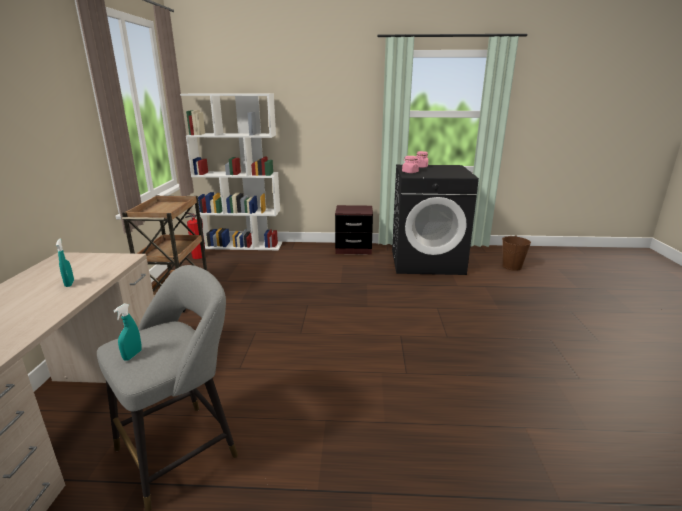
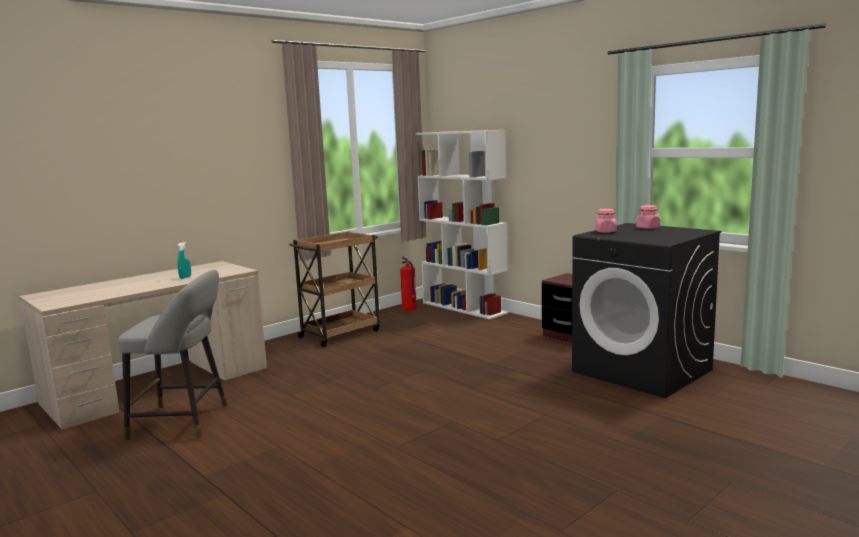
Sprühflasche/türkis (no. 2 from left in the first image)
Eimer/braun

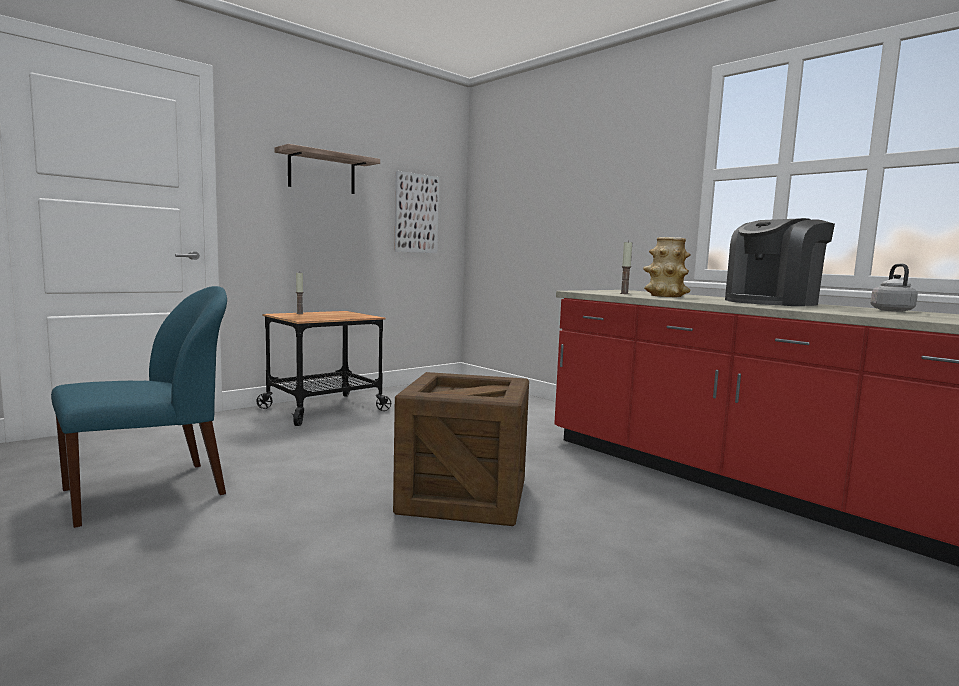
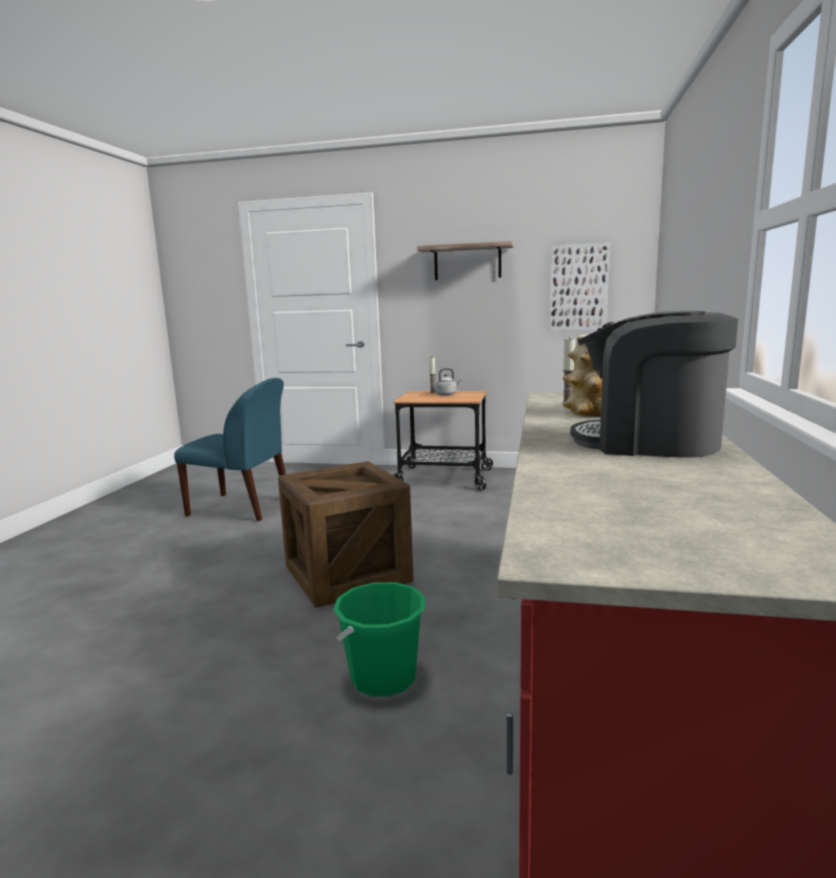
Eimer/grün
Wasserkessel/grau

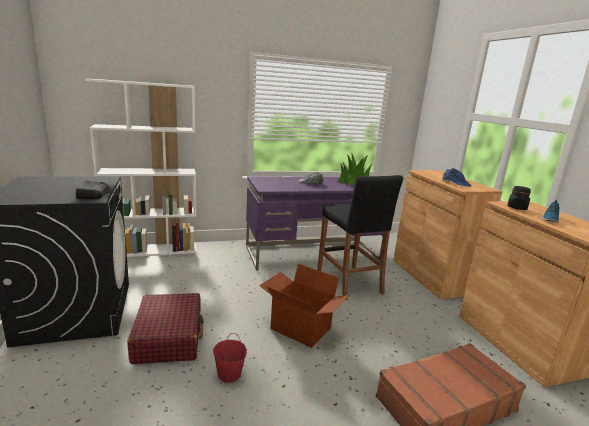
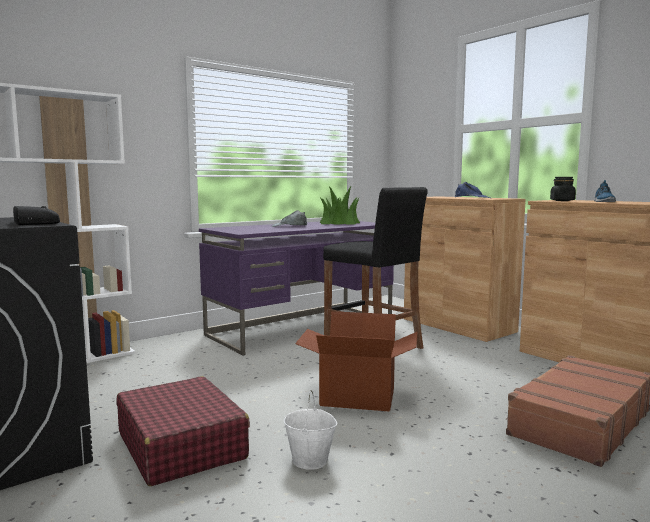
Eimer/weiß

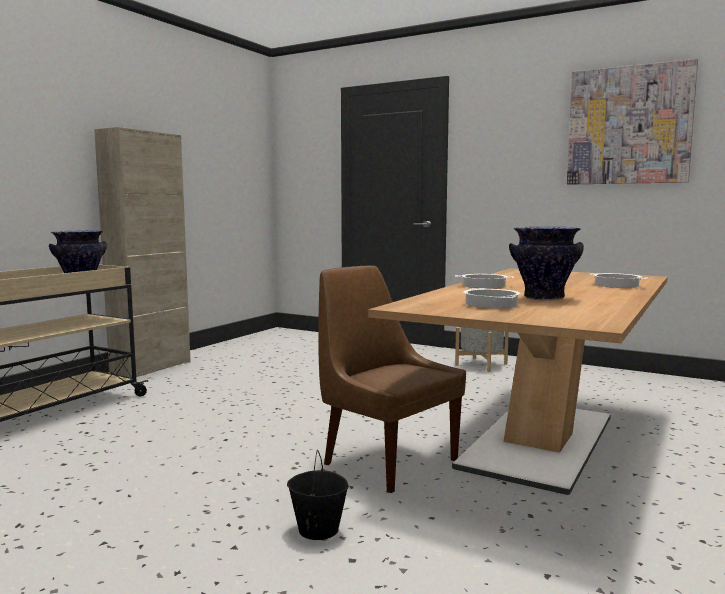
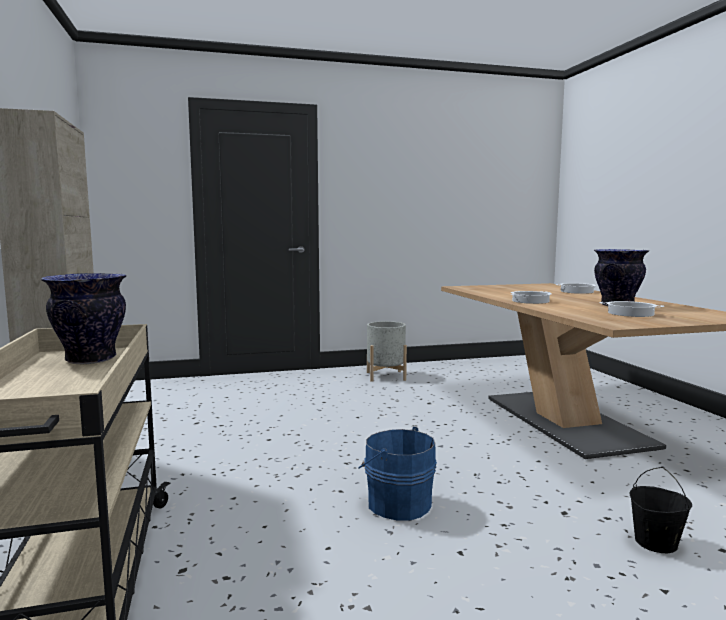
Stuhl/braun
Bild
Eimer/blau

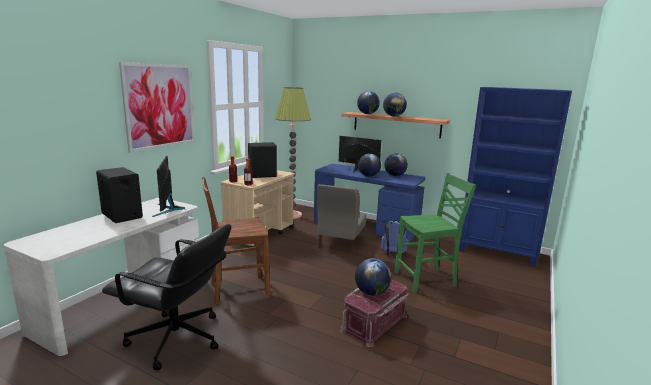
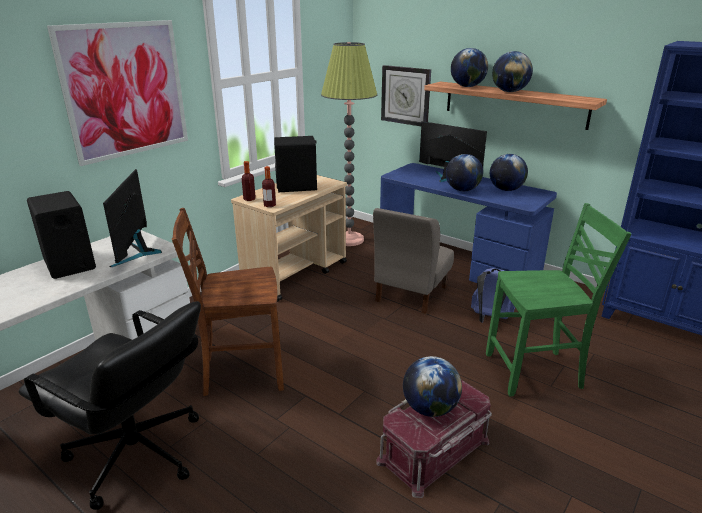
Wanduhr

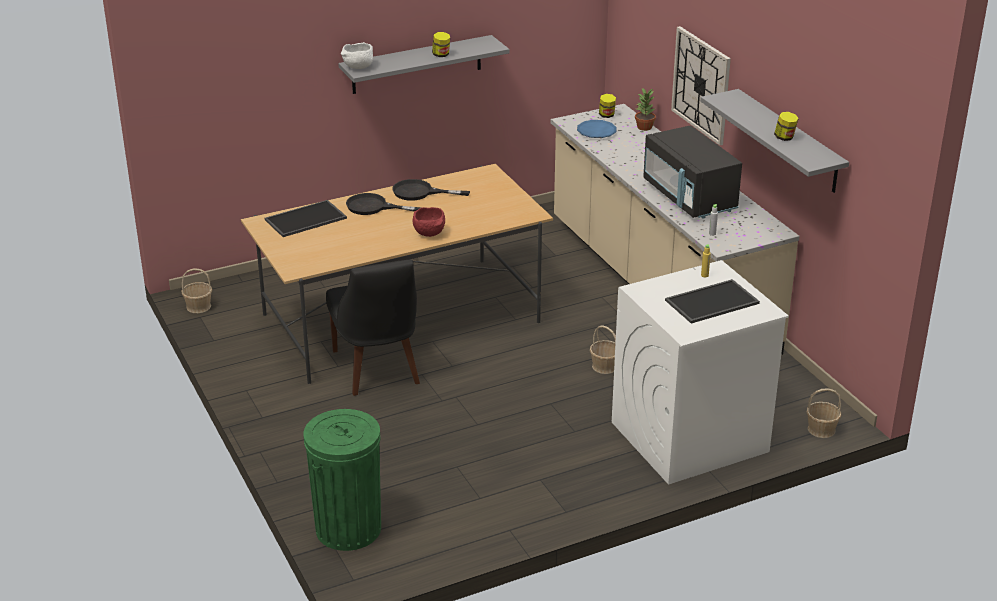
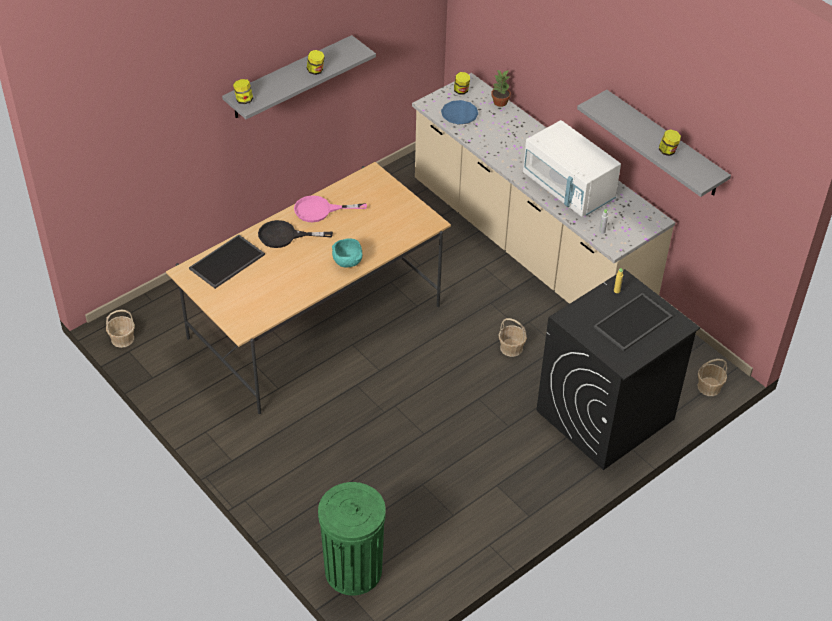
Stuhl/schwarz
Wanduhr
Vorratsglas (no. 1 from left)
Pfanne/rosa
Schüssel/türkis
Waschmaschine/schwarz
Mikrowelle/weiß

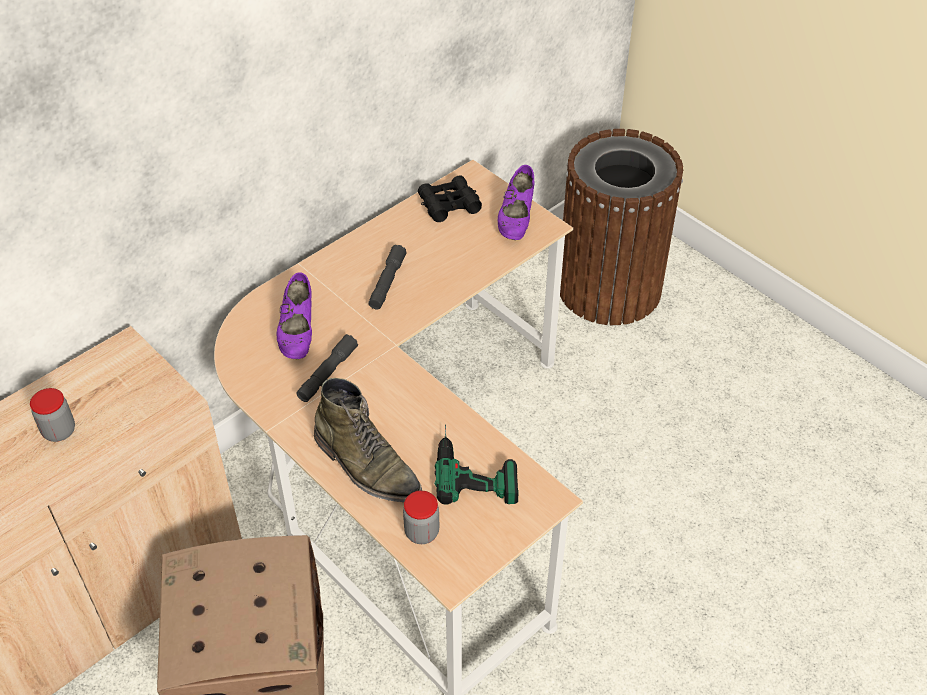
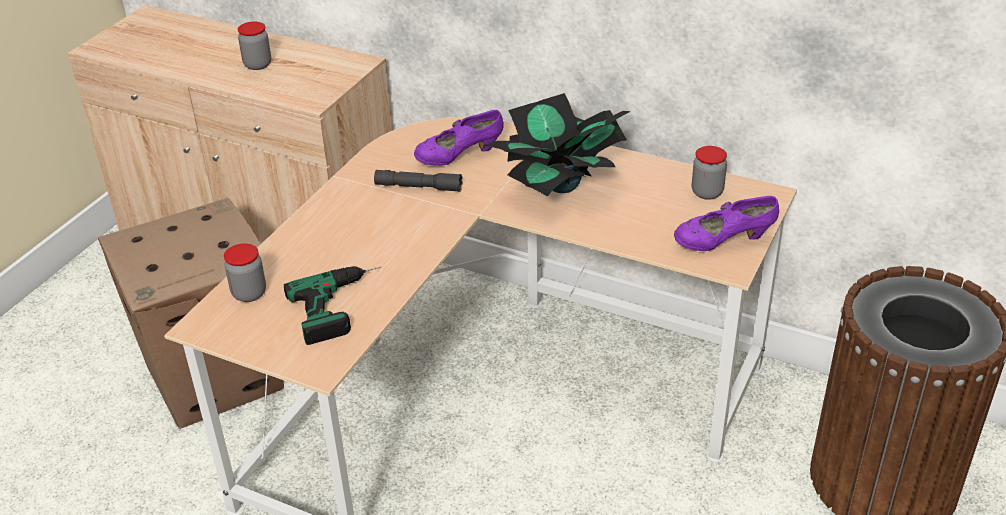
Stiefel/grün
Topfpflanze
Vorratsglas (no. 3 from left)

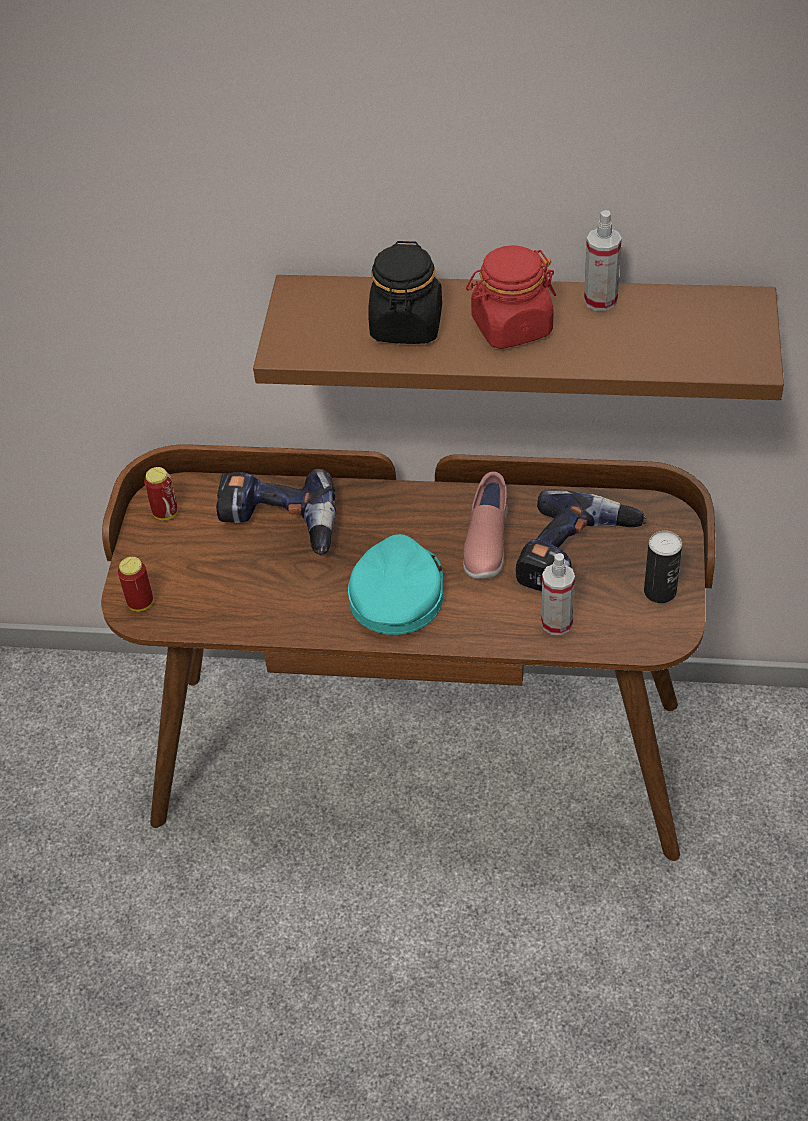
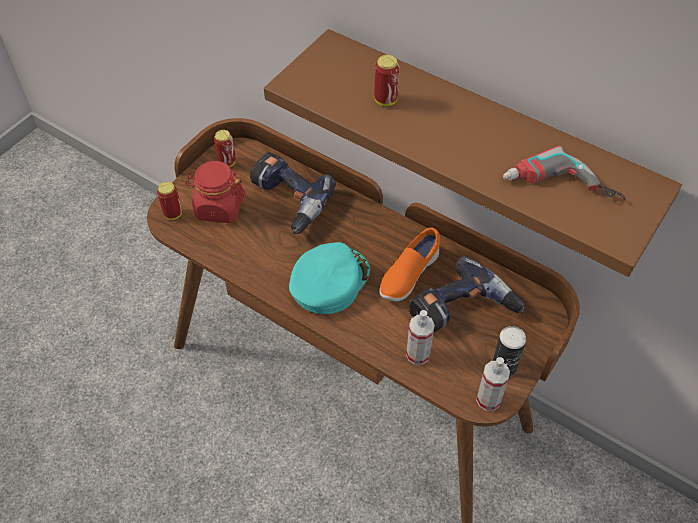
Bohrmaschine (no. 3 from left)
Vorratsglas/rot
Sprühflasche (no. 2 from left)
Dose (no. 3 from left)
Schuh/orange

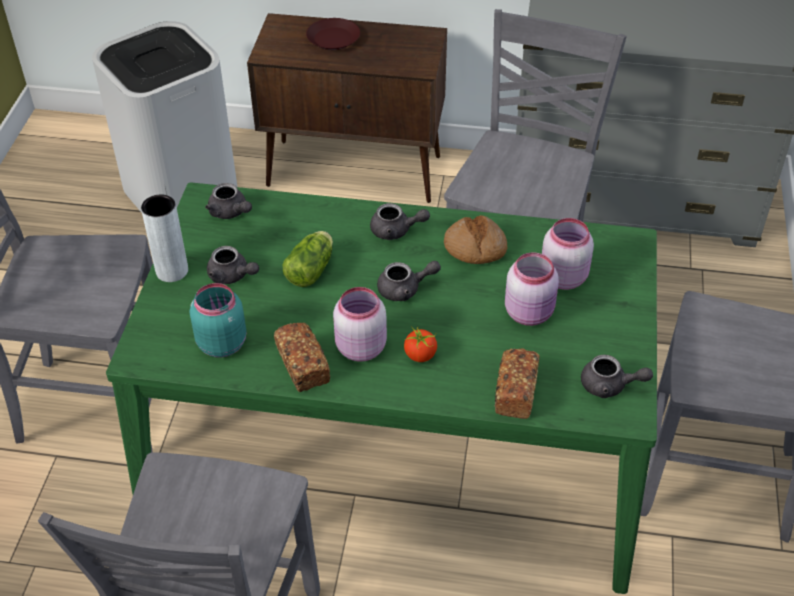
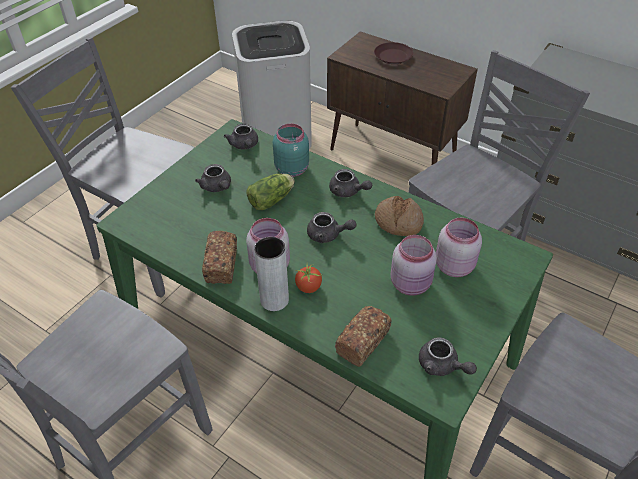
Vase/grau
Vorratsglas/türkis

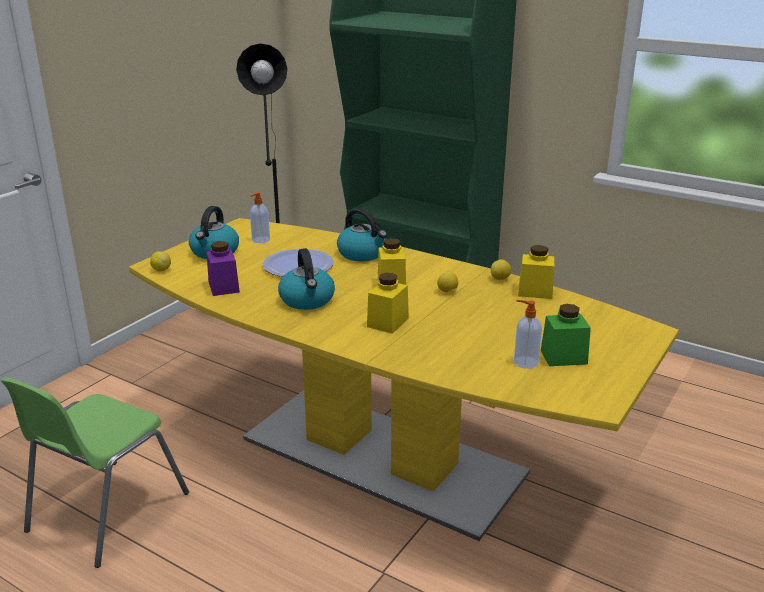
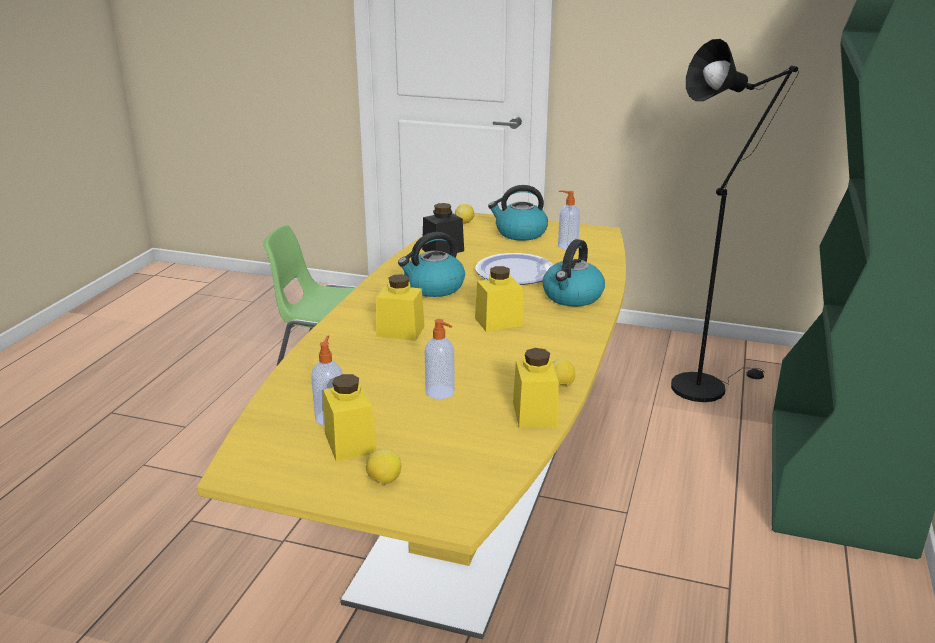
Seifenspender (no. 2 from left)
Zitrone (no. 1 from left)
Vorratsglas/schwarz
Vorratsglas/gelb (no. 1 from left)

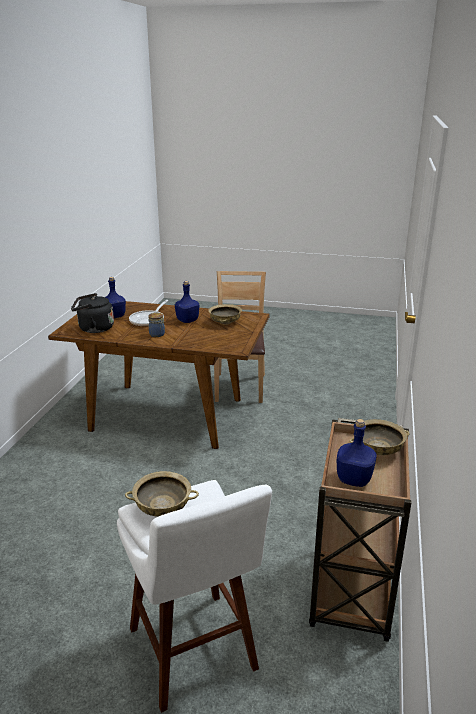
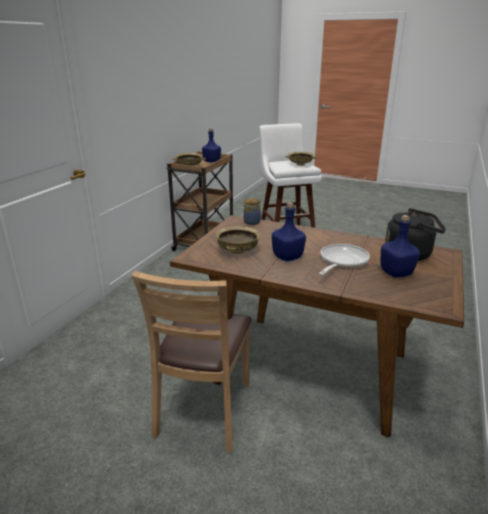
Vorratsglas

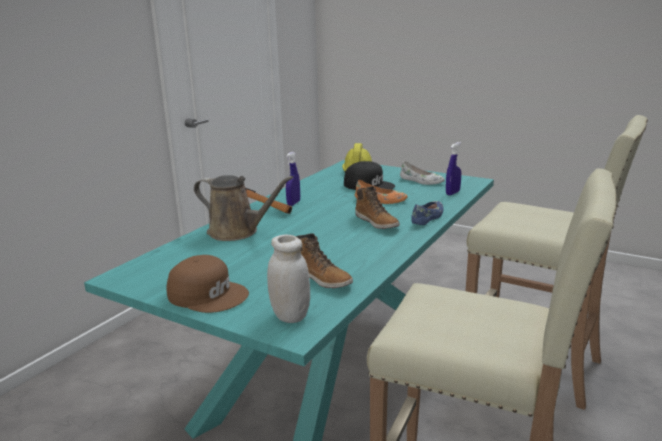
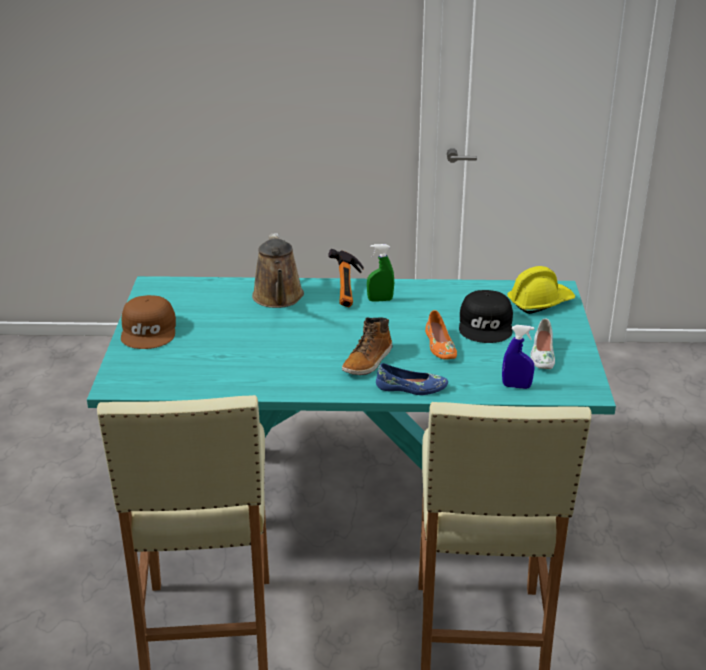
Vorratsglas/weiß
Stiefel (no. 1 from left in the first image)
Sprühflasche/grün

